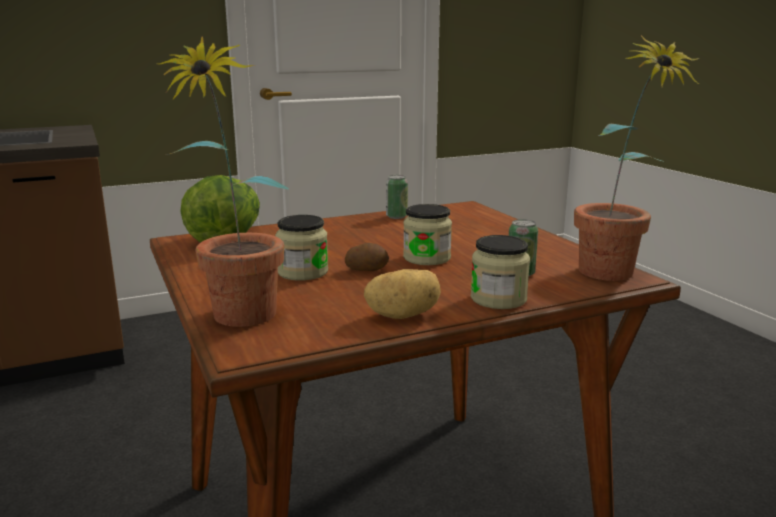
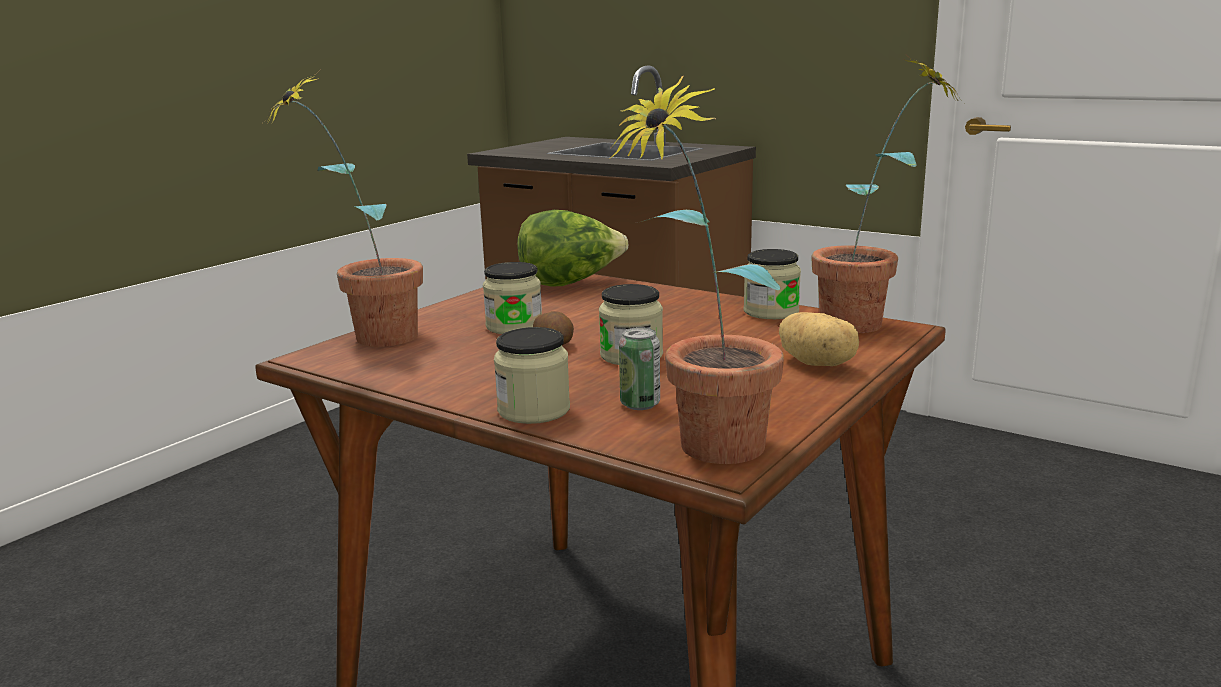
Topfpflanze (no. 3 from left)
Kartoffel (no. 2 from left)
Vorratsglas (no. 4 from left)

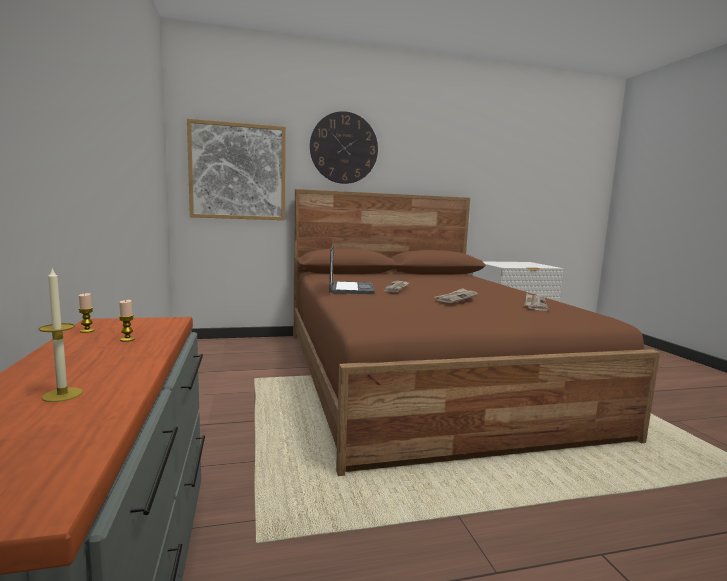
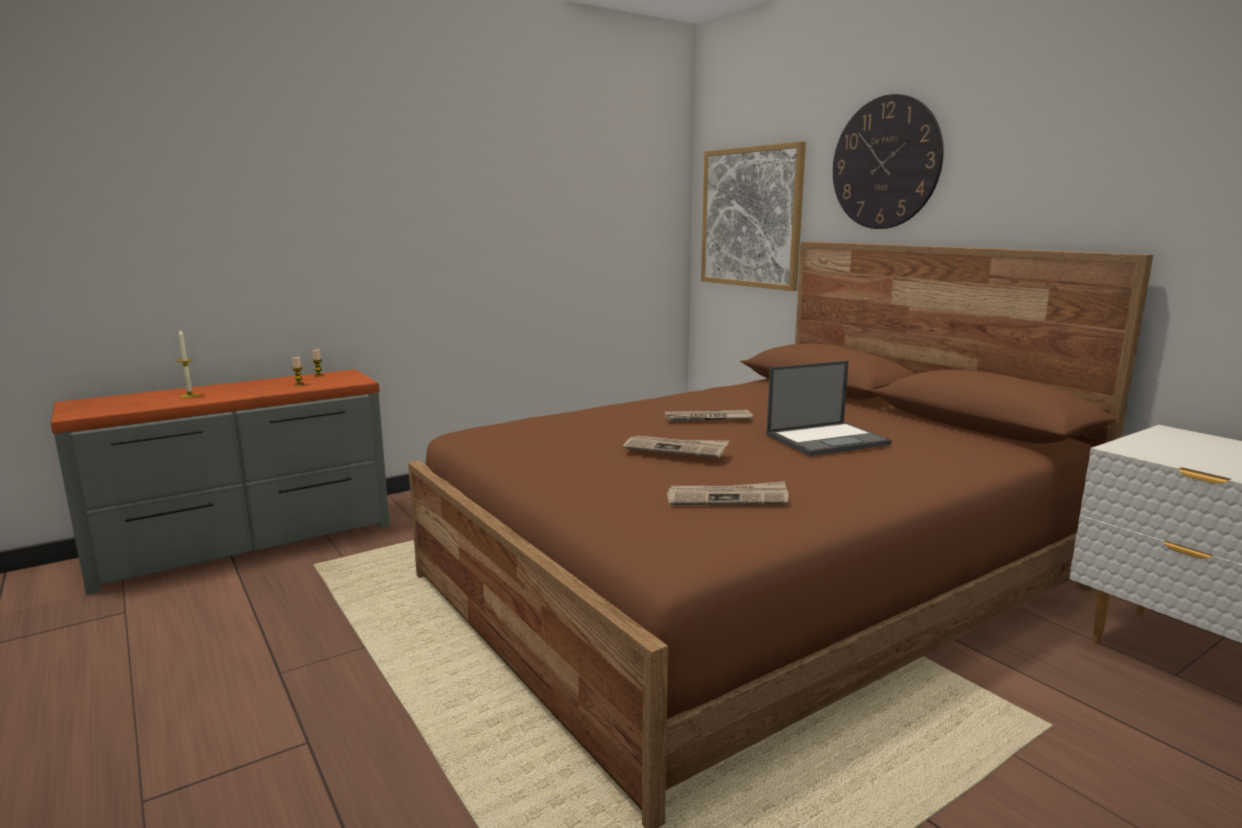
Laptop

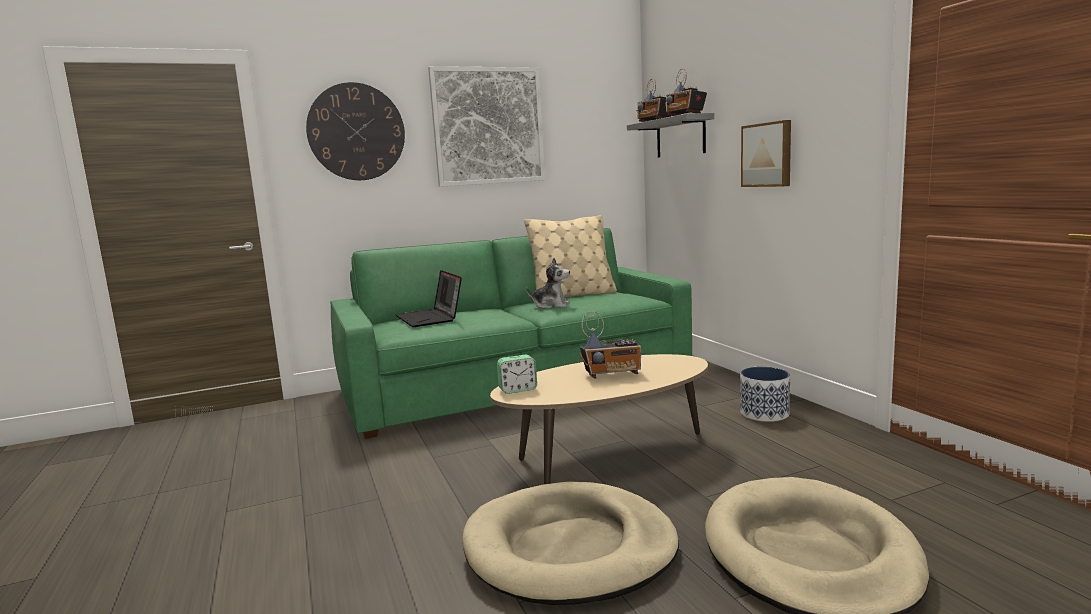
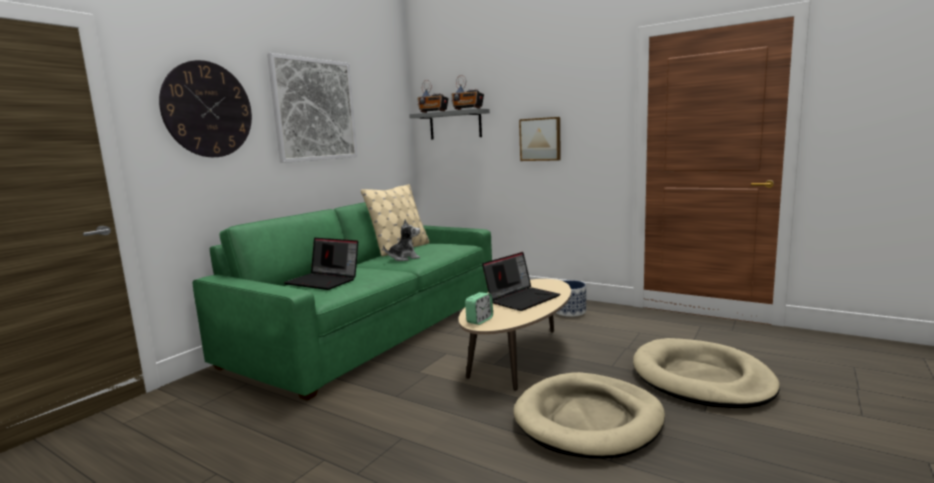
Laptop (no. 2 from left)

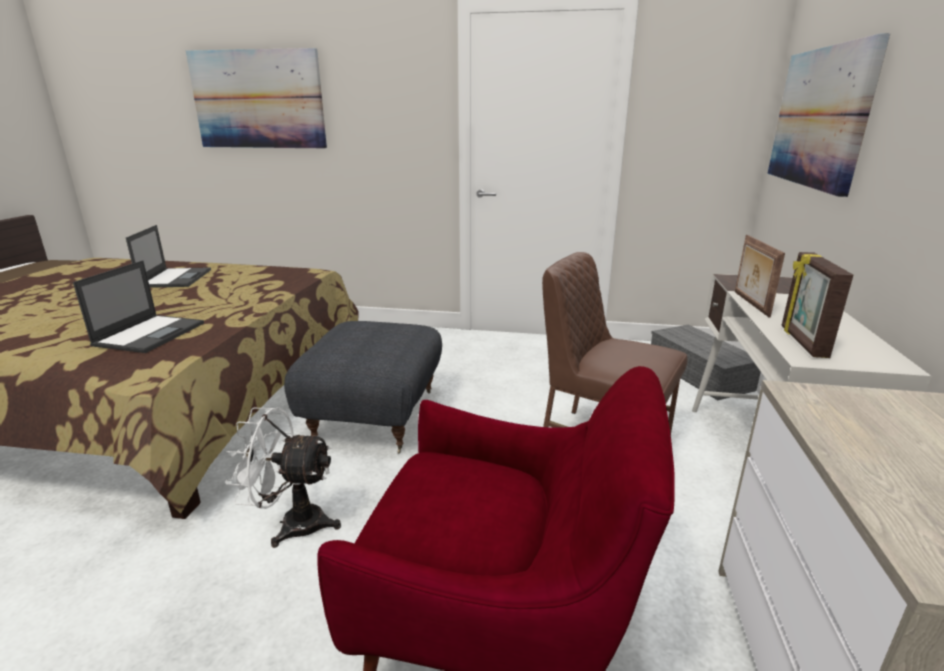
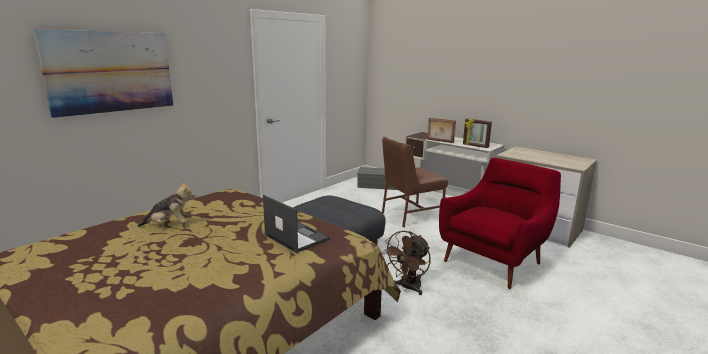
Bild (no. 2 from left in the first image)
Plüschtier
Ventilator/braun

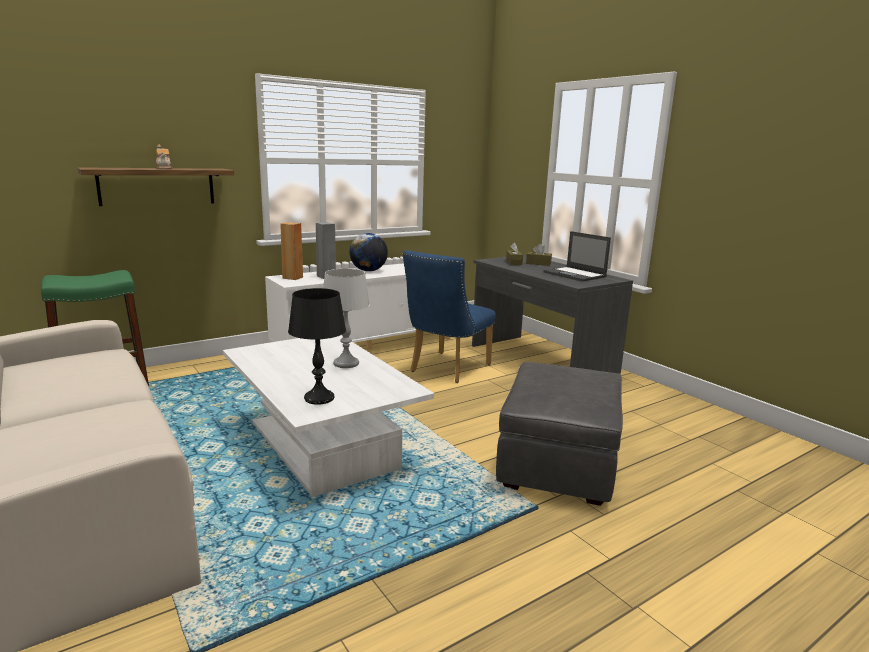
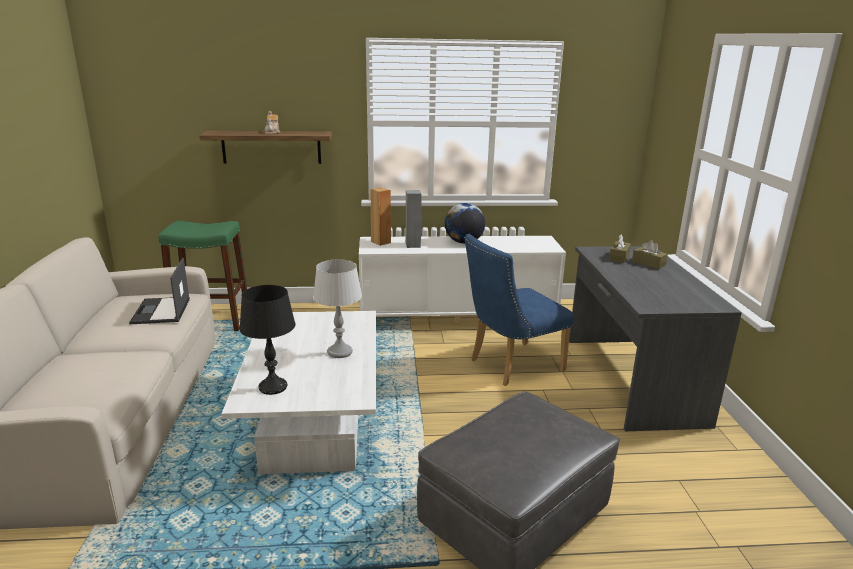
Laptop

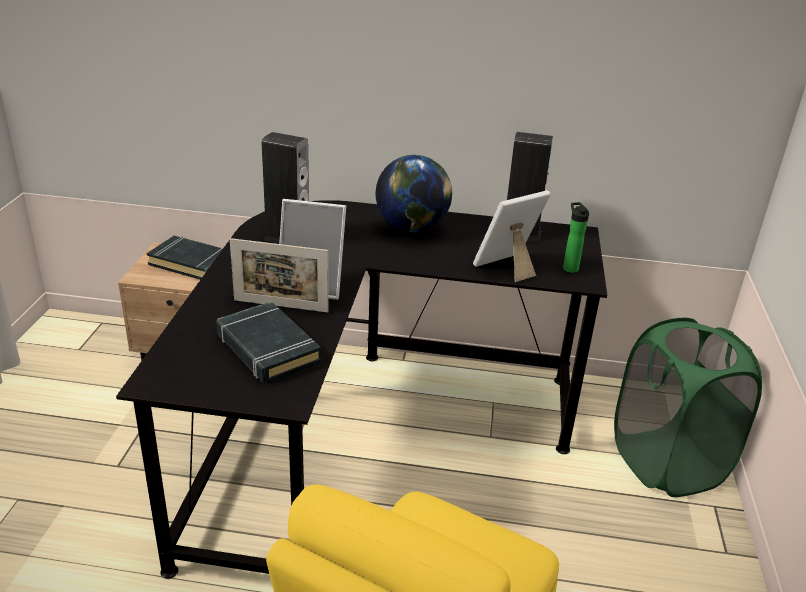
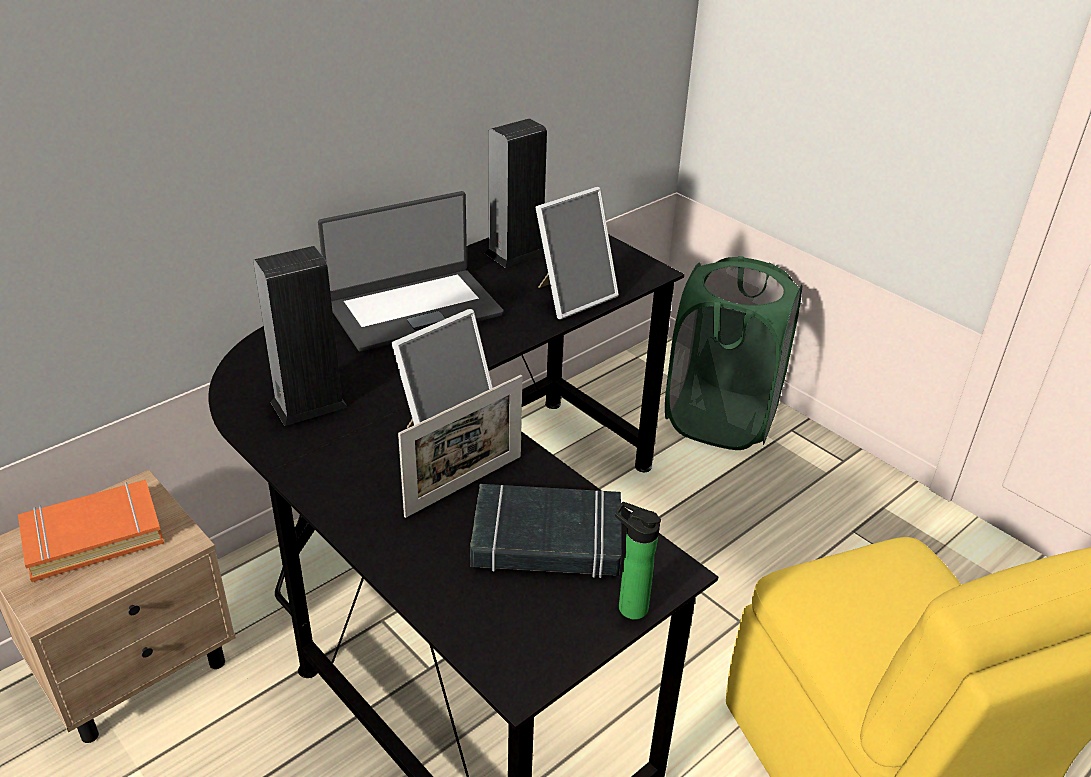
Flasche
Laptop
Buch/orange
Bilderrahmen (no. 3 from left)

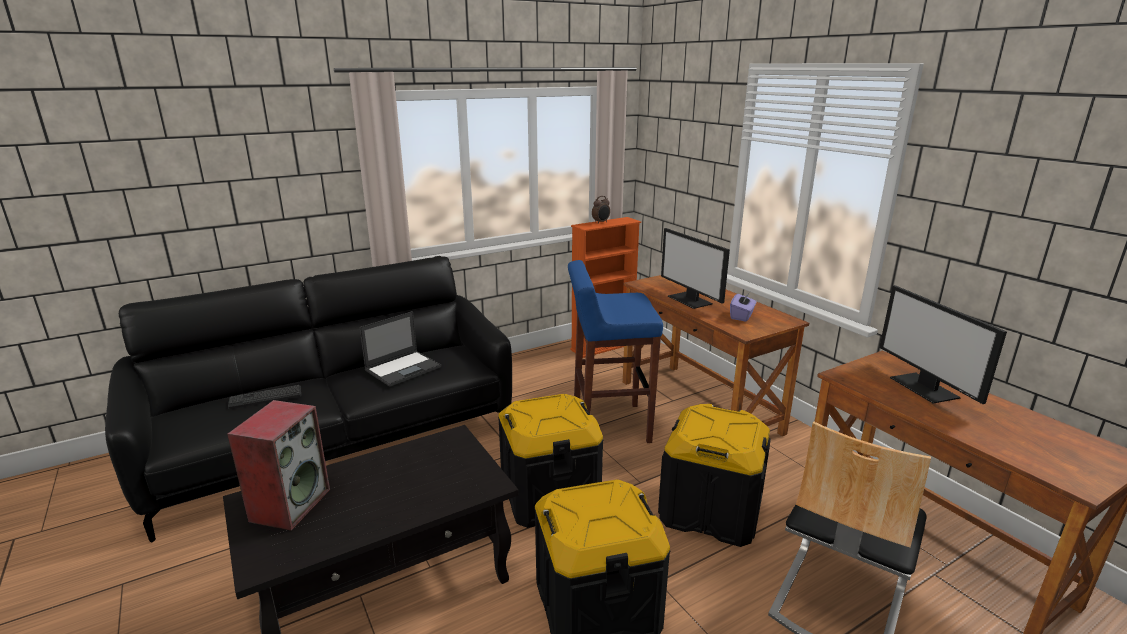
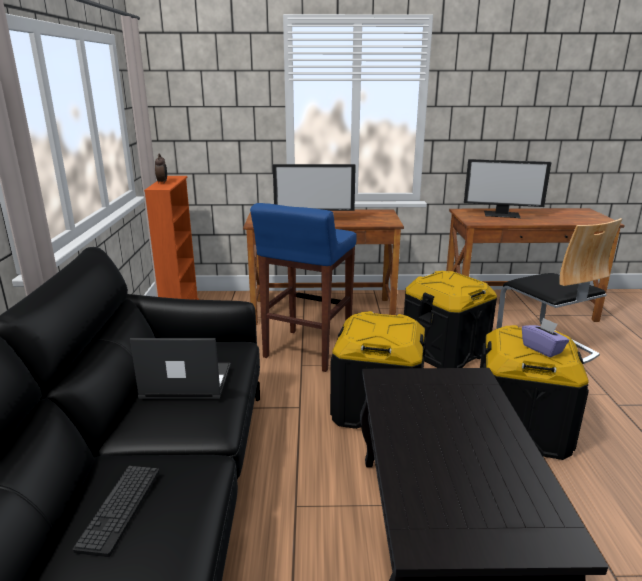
Lautsprecher
Taschentuchbox/lila
Laptop

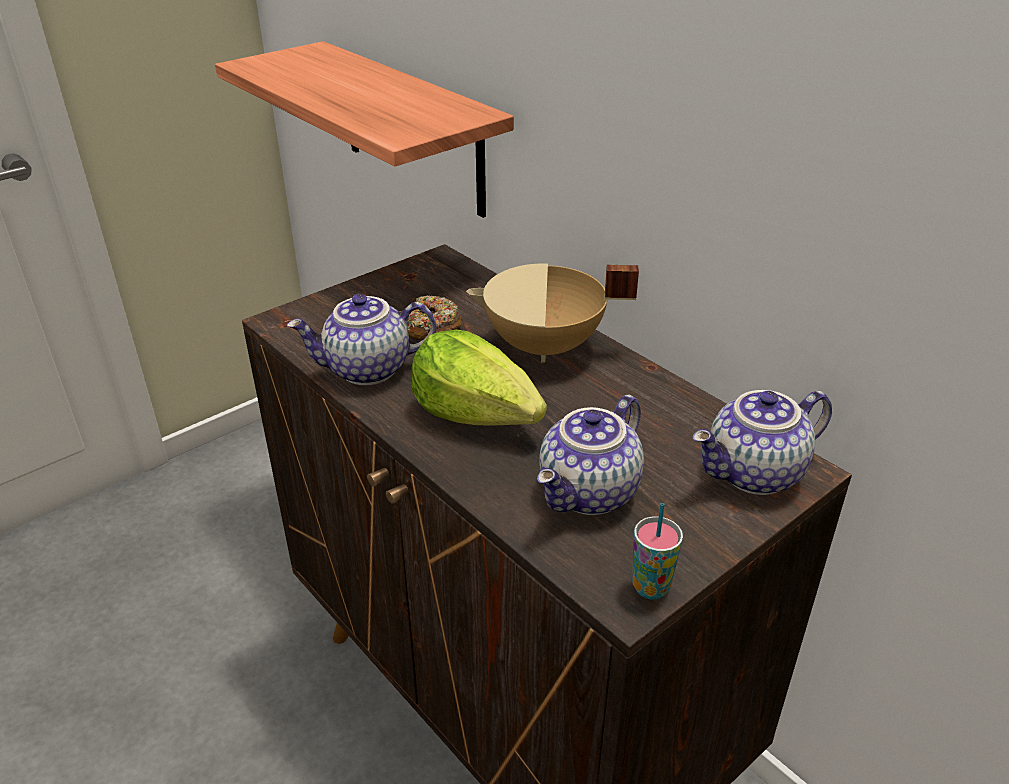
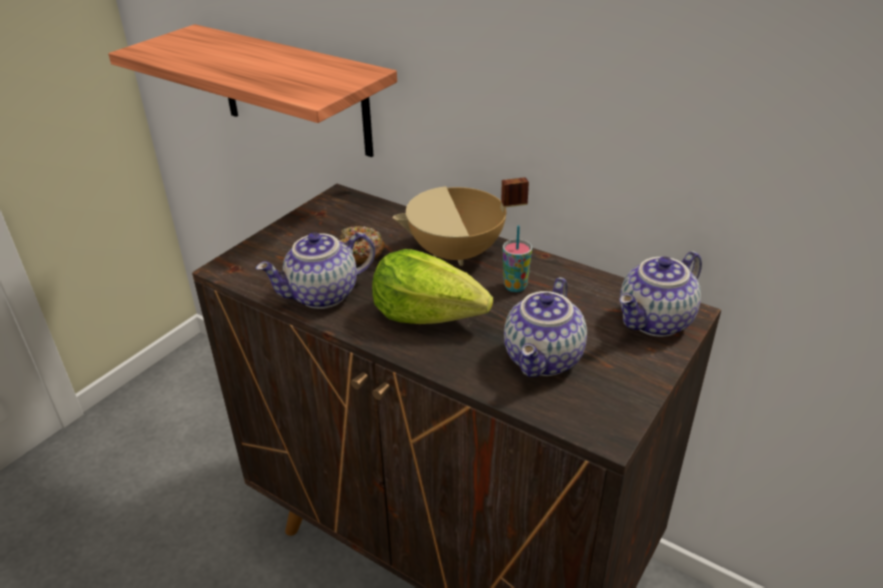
Tasse

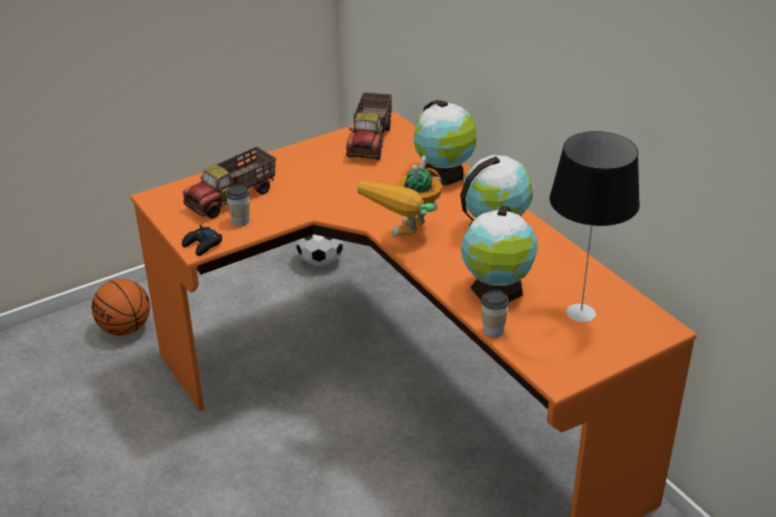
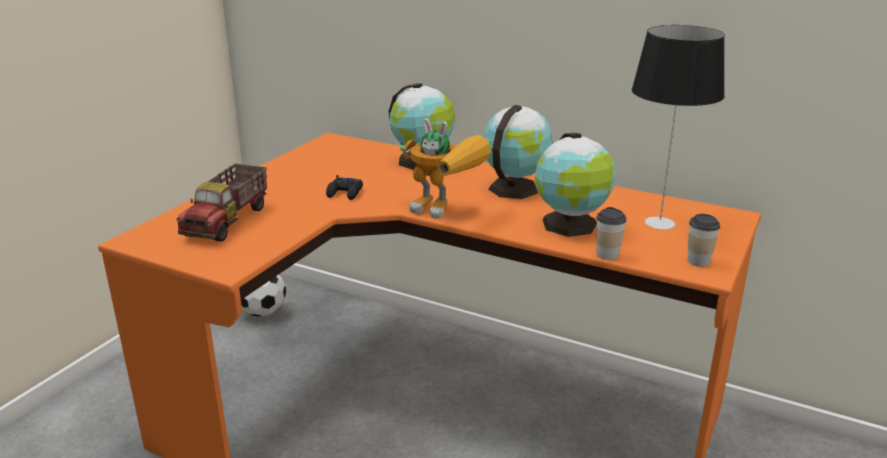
Basketball
Spielzeuglaster (no. 2 from left in the first image)
Gamepad/schwarz
Tasse (no. 2 from left)
Spielzeugroboter

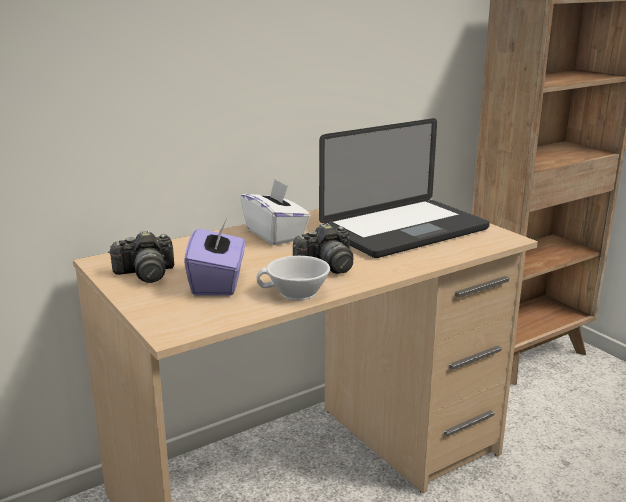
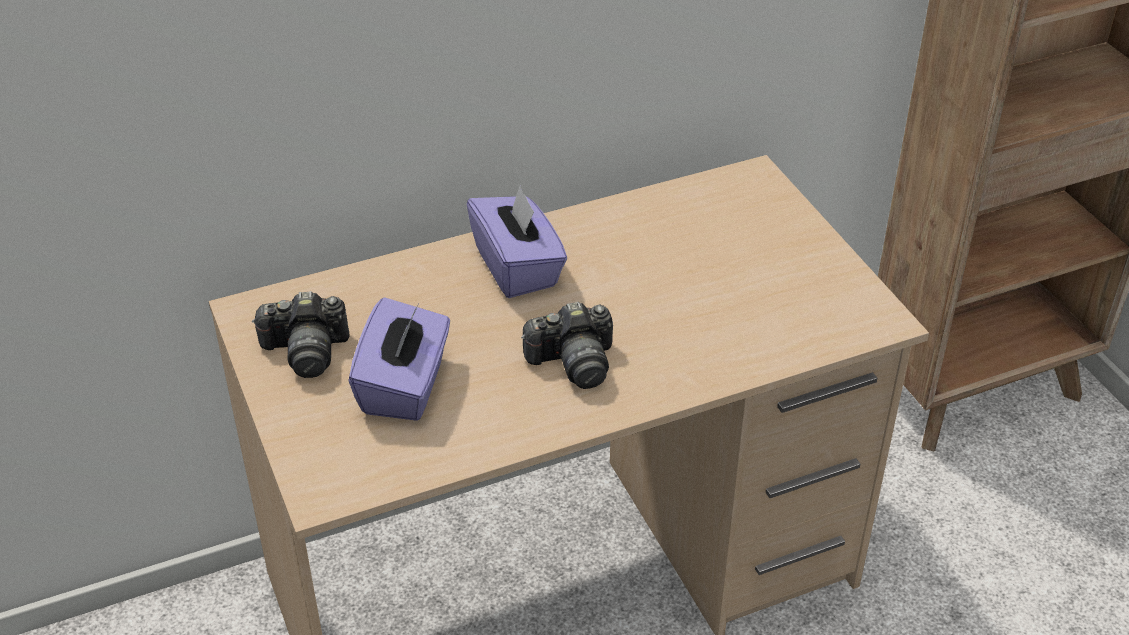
Tasse/weiß
Laptop
Taschentuchbox/lila (no. 2 from left)

